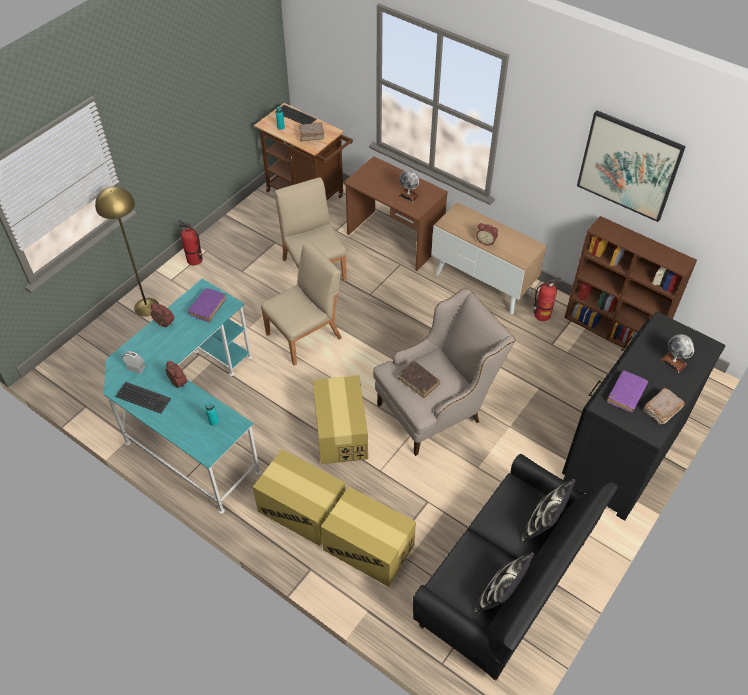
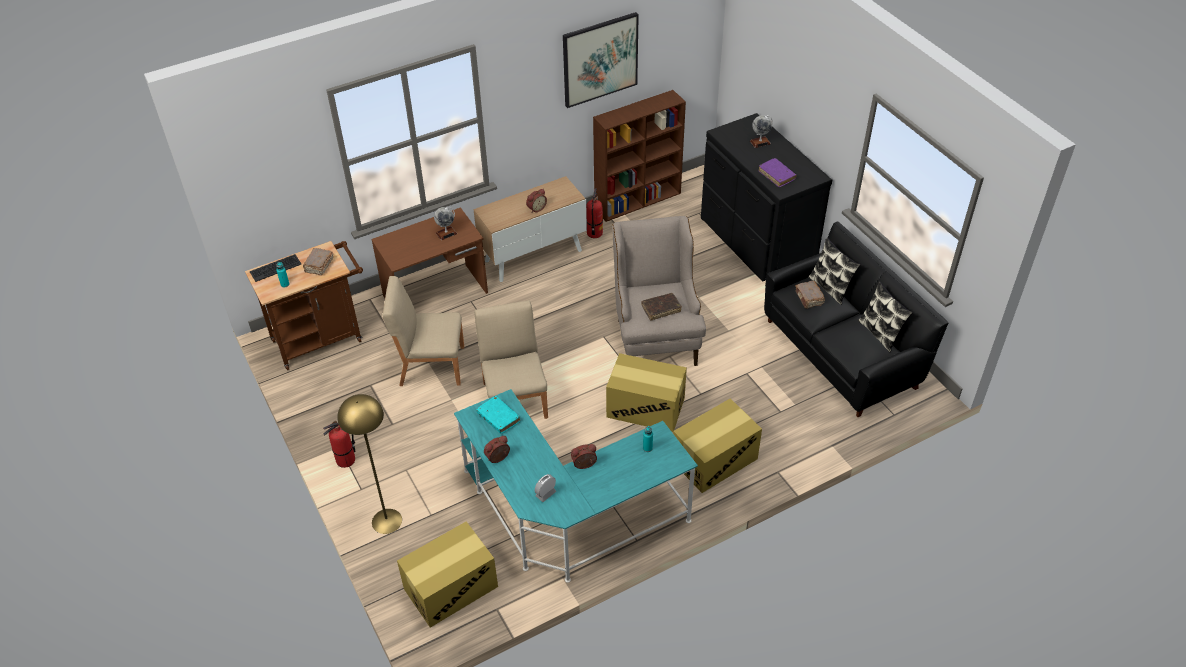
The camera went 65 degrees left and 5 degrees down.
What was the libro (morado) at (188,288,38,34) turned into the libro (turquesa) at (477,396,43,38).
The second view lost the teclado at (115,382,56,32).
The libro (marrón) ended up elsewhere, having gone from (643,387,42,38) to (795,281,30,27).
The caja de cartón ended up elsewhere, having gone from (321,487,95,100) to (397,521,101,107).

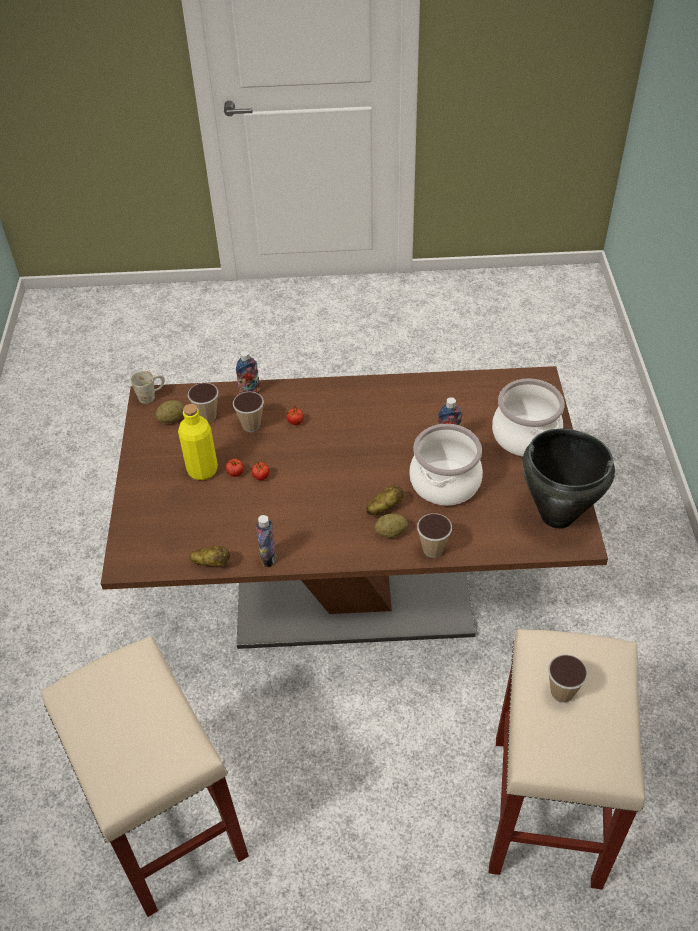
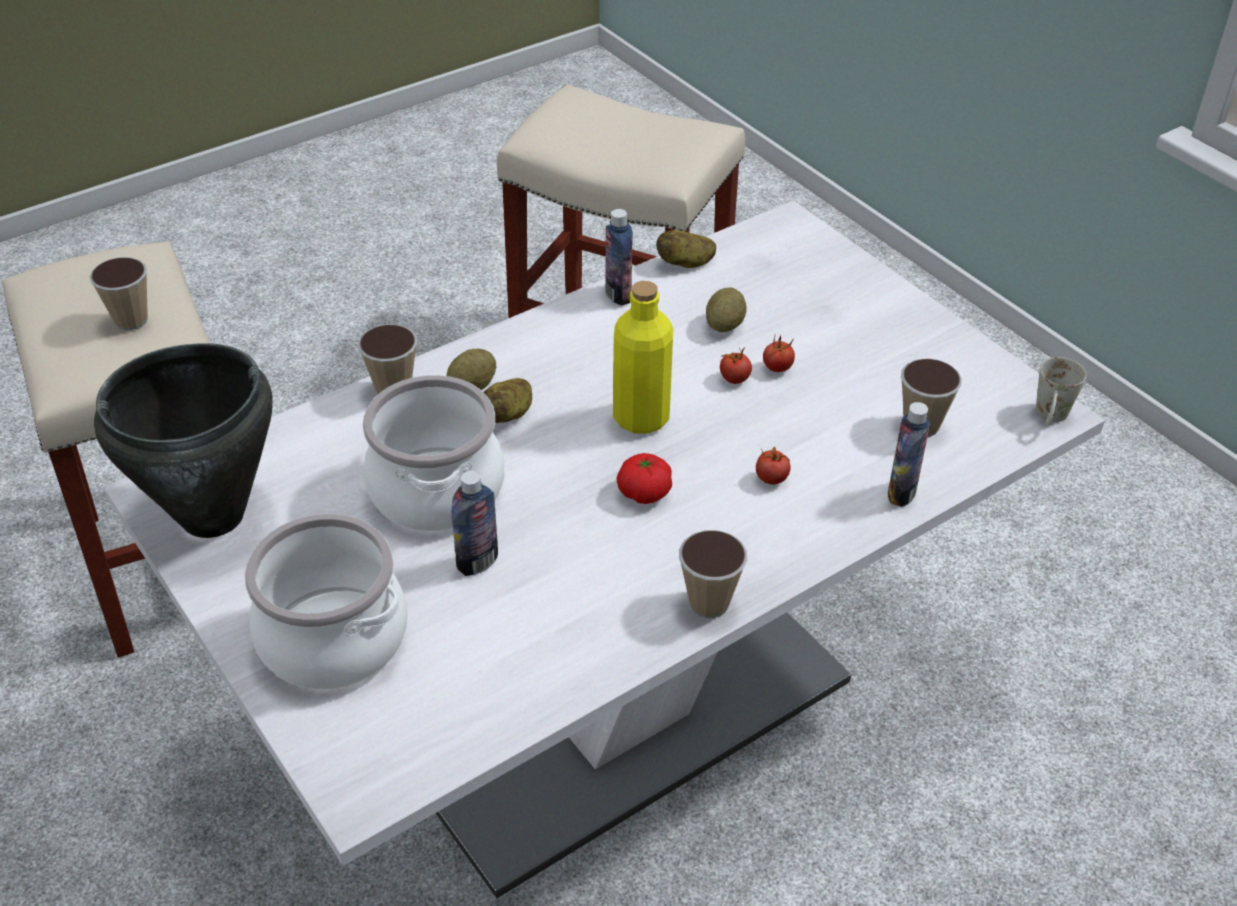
The camera went 145 degrees right and 5 degrees down.
What was the mesa de comedor (marrón) at (101,366,507,283) turned into the mesa de comedor (blanco) at (103,200,1002,698).
The taza ended up elsewhere, having gone from (233,392,31,40) to (679,530,68,88).
The patata ended up elsewhere, having gone from (156,400,28,23) to (706,287,41,45).
The botella (amarillo) ended up elsewhere, having gone from (178,404,40,76) to (613,281,60,153).
The second view gained the tomate at (617,453,55,51).

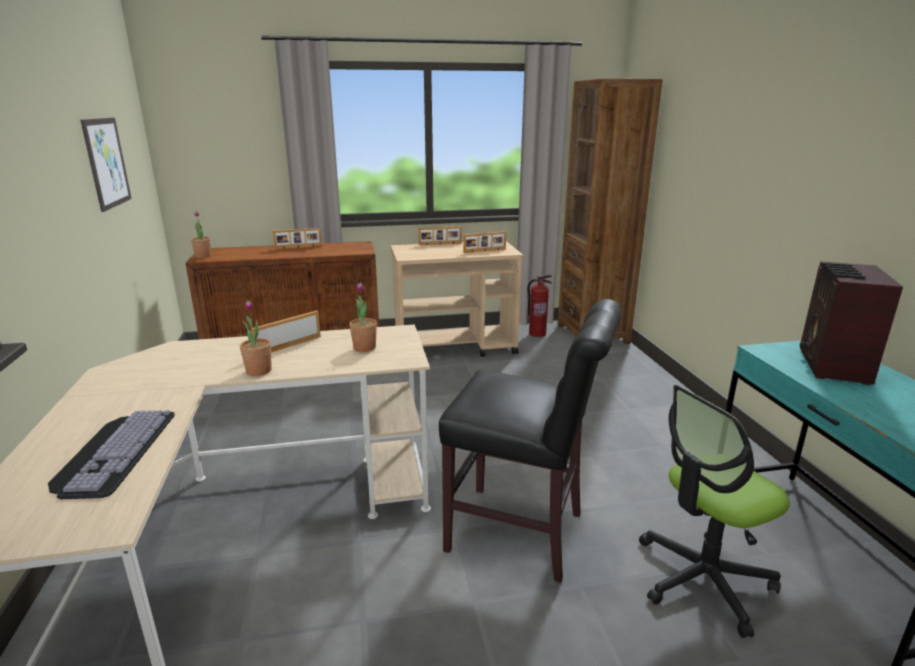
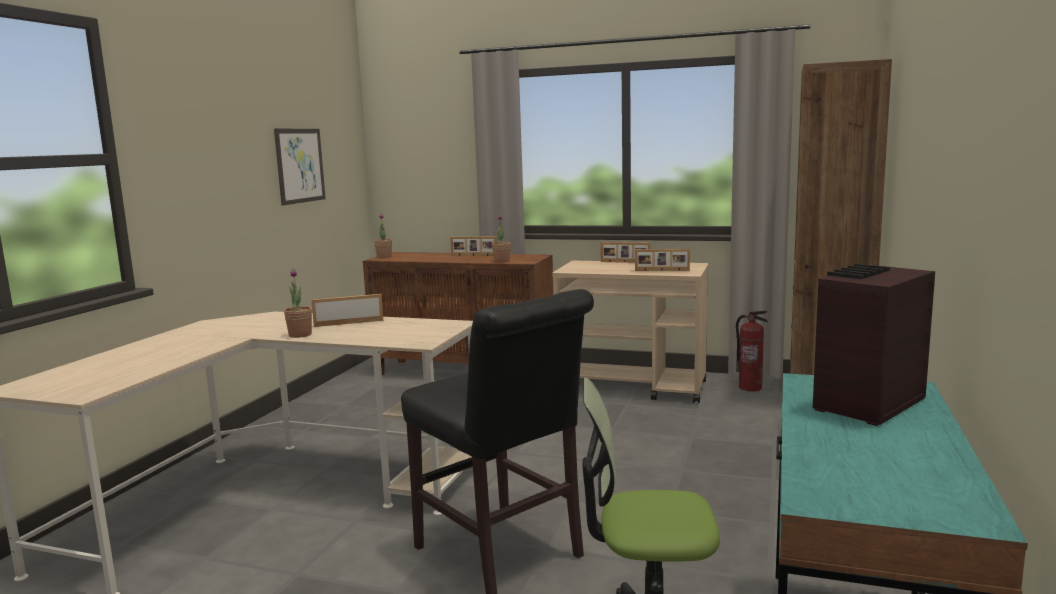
The camera went 30 degrees right and 10 degrees down.
The planta en maceta ended up elsewhere, having gone from (349,282,28,70) to (492,214,19,49).
The second view lost the teclado at (48,410,126,89).

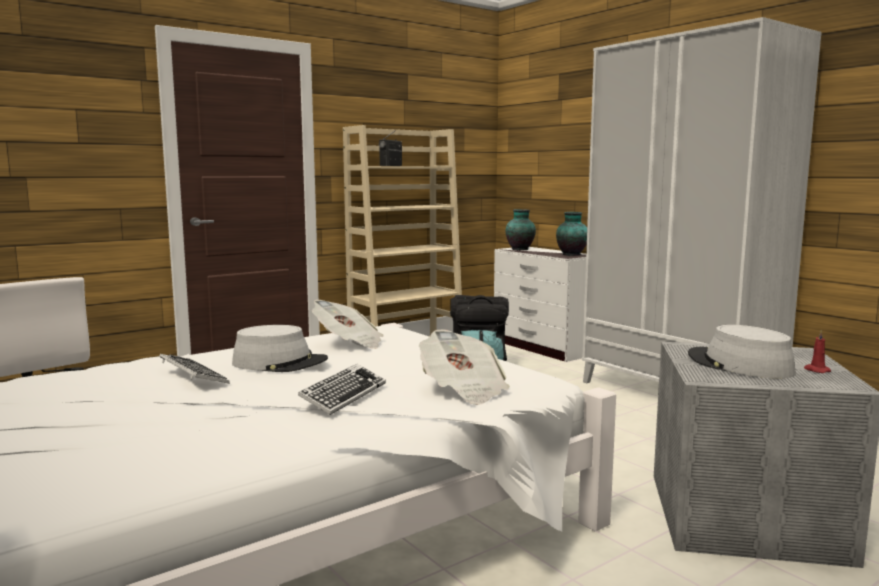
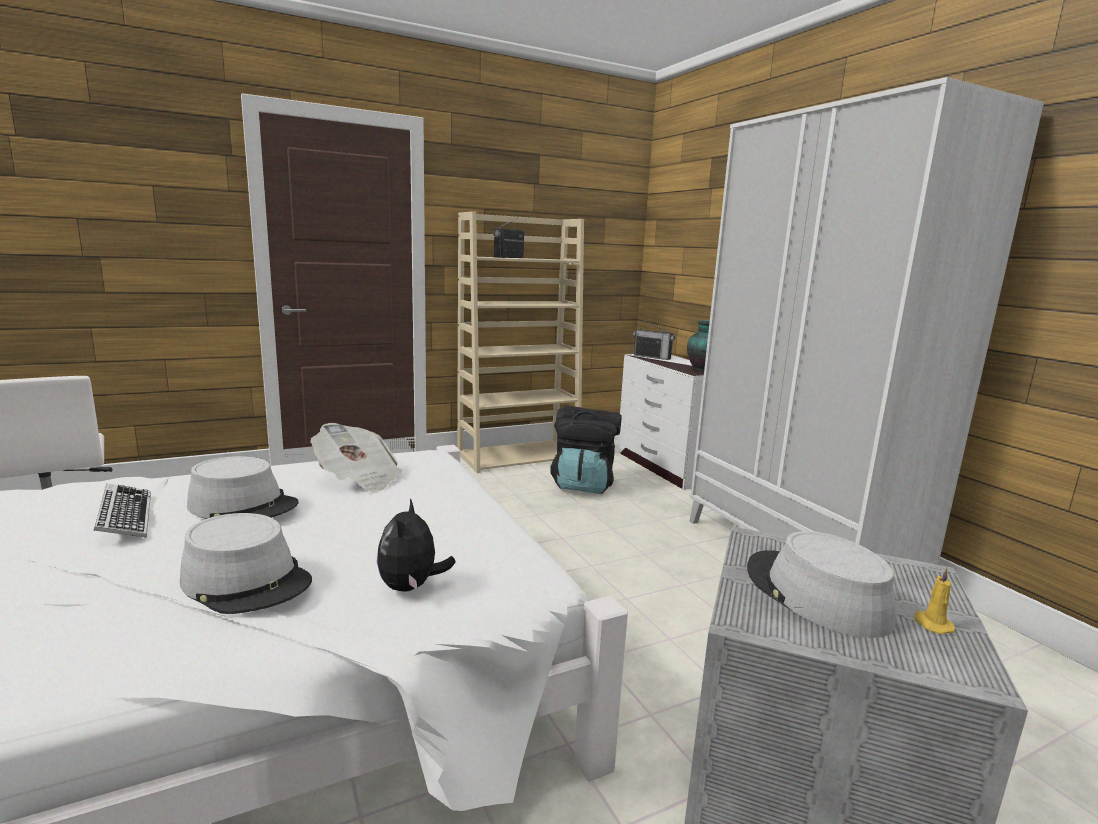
The camera went 10 degrees right and 5 degrees up.
Where the florero stood at (506,209,30,41), the radio came to stand at (633,319,42,41).
Where the periódico stood at (419,329,91,76), the peluche came to stand at (377,498,79,94).
What was the vela (rojo) at (804,330,27,43) turned into the vela (amarillo) at (914,568,41,66).
Where the teclado stood at (298,364,88,51), the sombrero (gris) came to stand at (180,513,132,101).

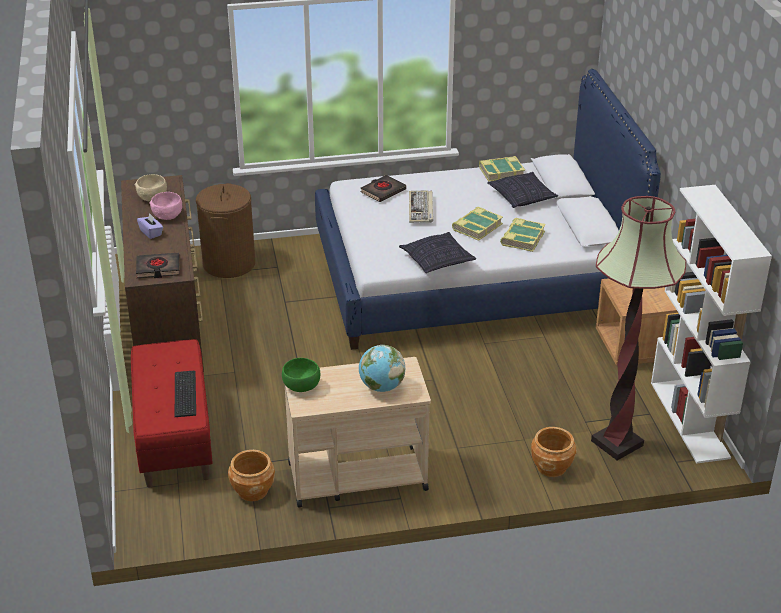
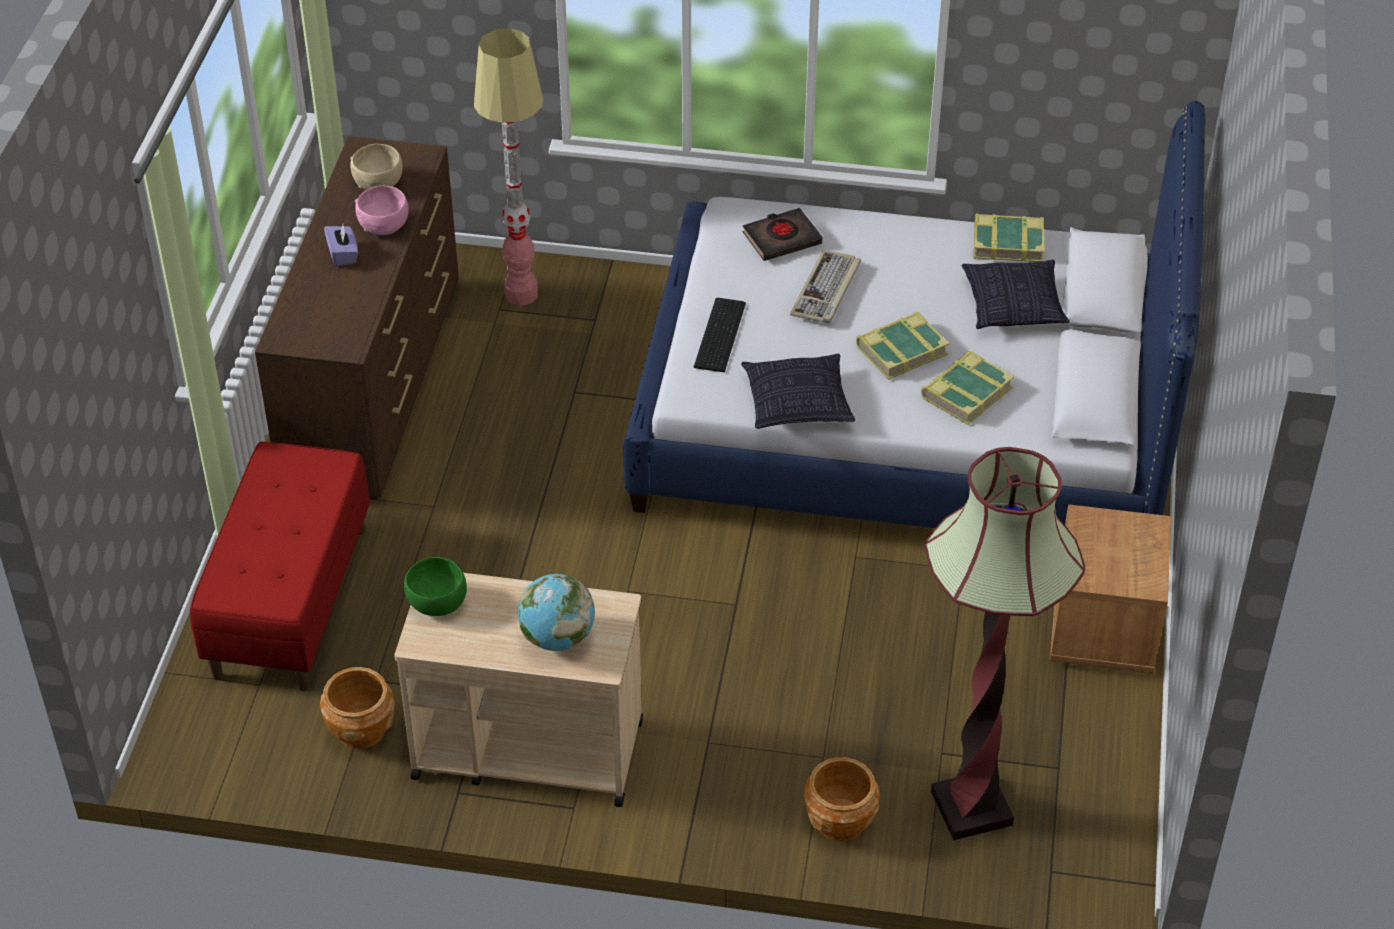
The camera went 20 degrees right and 10 degrees up.
Where the cesto de la ropa (marrón) stood at (196,183,59,95), the lámpara de pie came to stand at (474,28,69,278).
The second view lost the estantería (blanco) at (651,185,121,279).
The second view lost the libro (negro) at (136,253,44,25).
The teclado ended up elsewhere, having gone from (175,371,21,46) to (694,298,52,75).

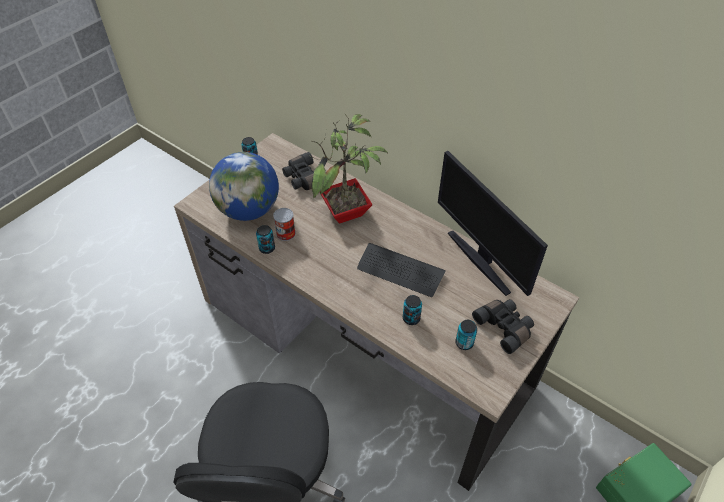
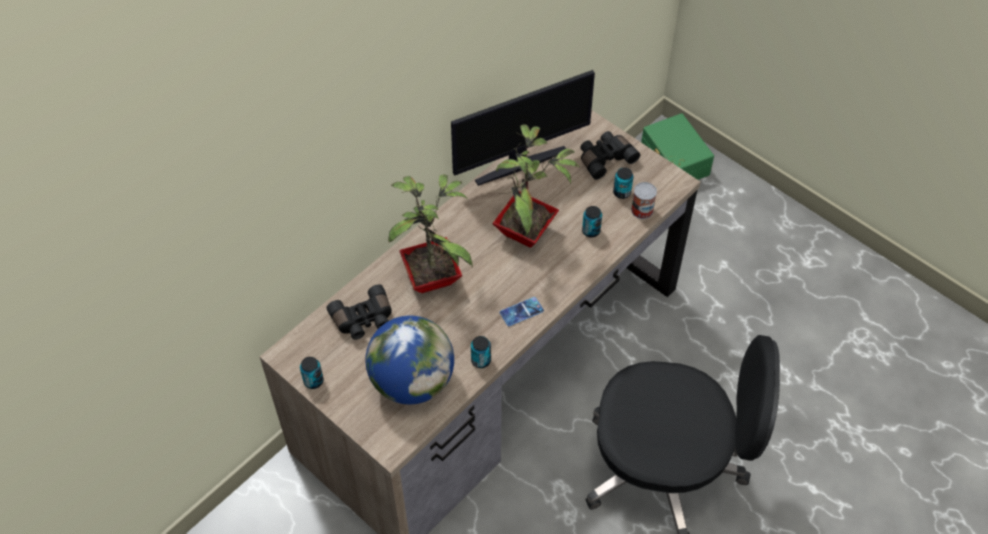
The camera went 85 degrees left and 5 degrees up.
The lata ended up elsewhere, having gone from (273,208,23,33) to (631,182,26,37).
Where the teclado stood at (357,243,89,54), the planta en maceta came to stand at (492,124,88,124).
The second view gained the móvil at (500,297,44,29).

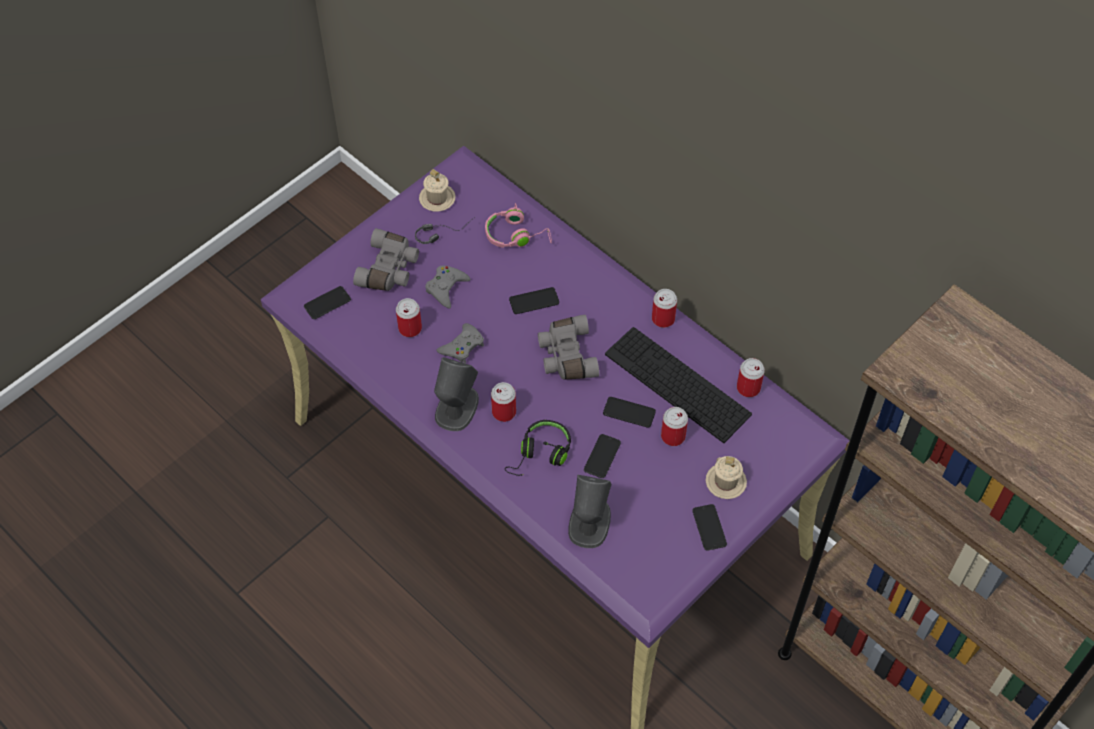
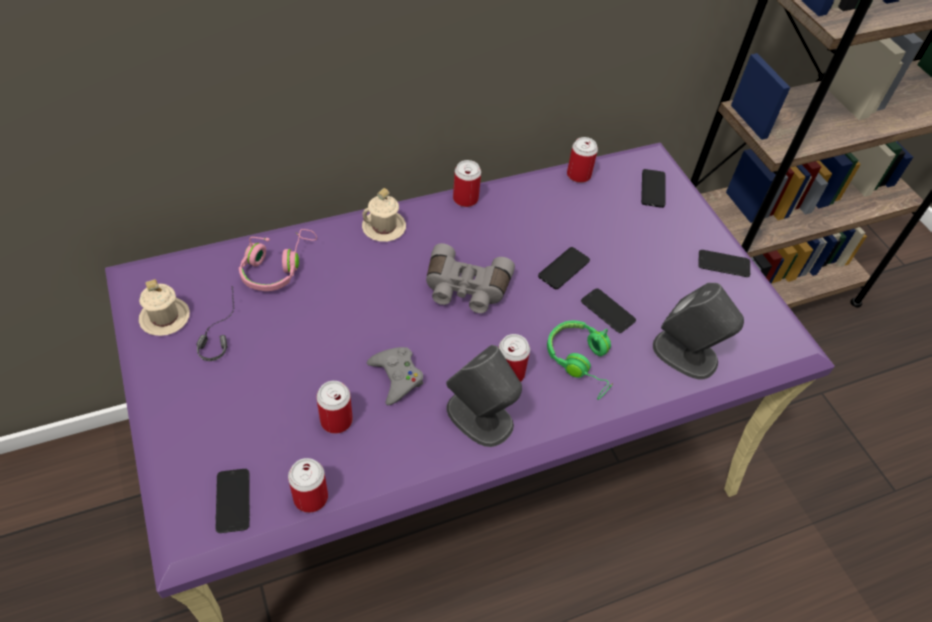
The camera went 70 degrees left and 5 degrees down.
The second view lost the prismáticos (gris) at (353,228,66,63).
The second view lost the mando de consola (gris) at (425,265,45,44).
The móvil ended up elsewhere, having gone from (509,287,50,27) to (641,169,24,39).
The second view lost the teclado at (605,327,147,116).
The lata ended up elsewhere, having gone from (661,407,27,39) to (288,458,40,55).
What was the auriculares (negro) at (505,420,66,56) turned into the auriculares (verde) at (547,320,66,80).
The taza grande (beis) ended up elsewhere, having gone from (705,456,42,43) to (362,188,44,54).

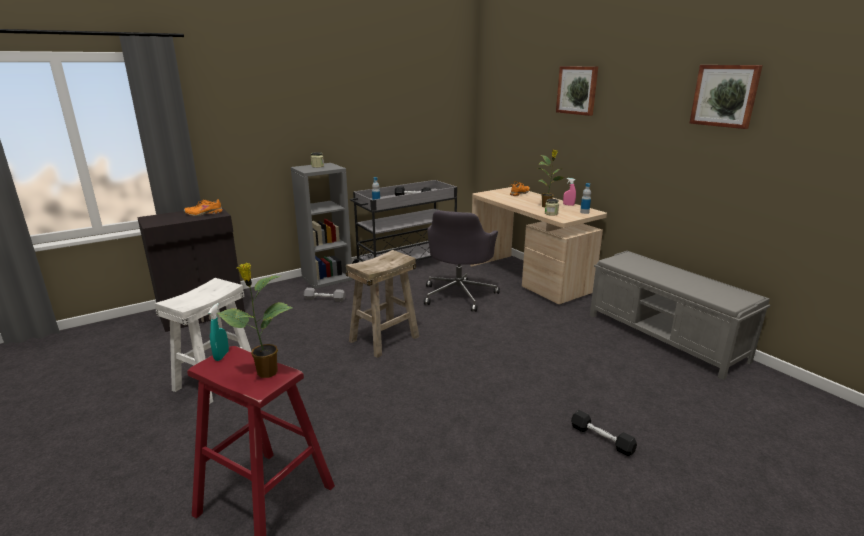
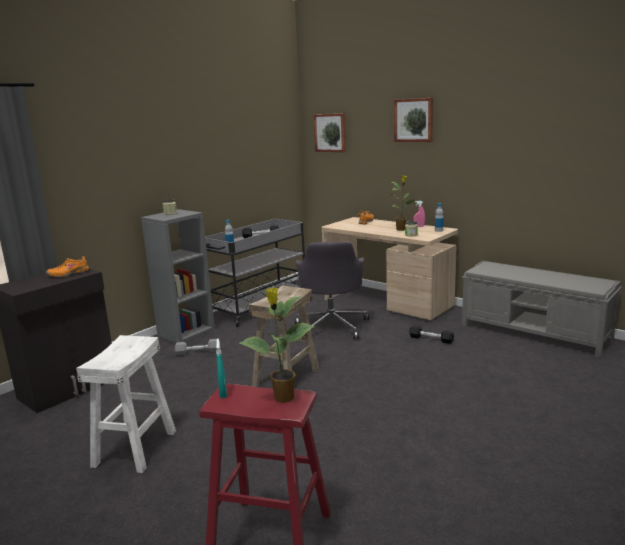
The camera went 15 degrees left and 5 degrees down.
The cuadro ended up elsewhere, having gone from (689,65,74,64) to (314,113,32,39).
The mancuerna (negro) ended up elsewhere, having gone from (571,410,66,46) to (409,325,45,19).

